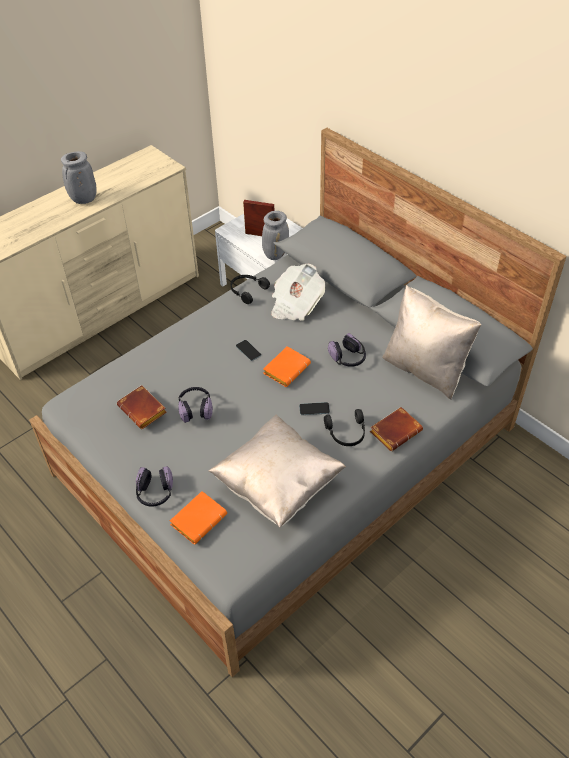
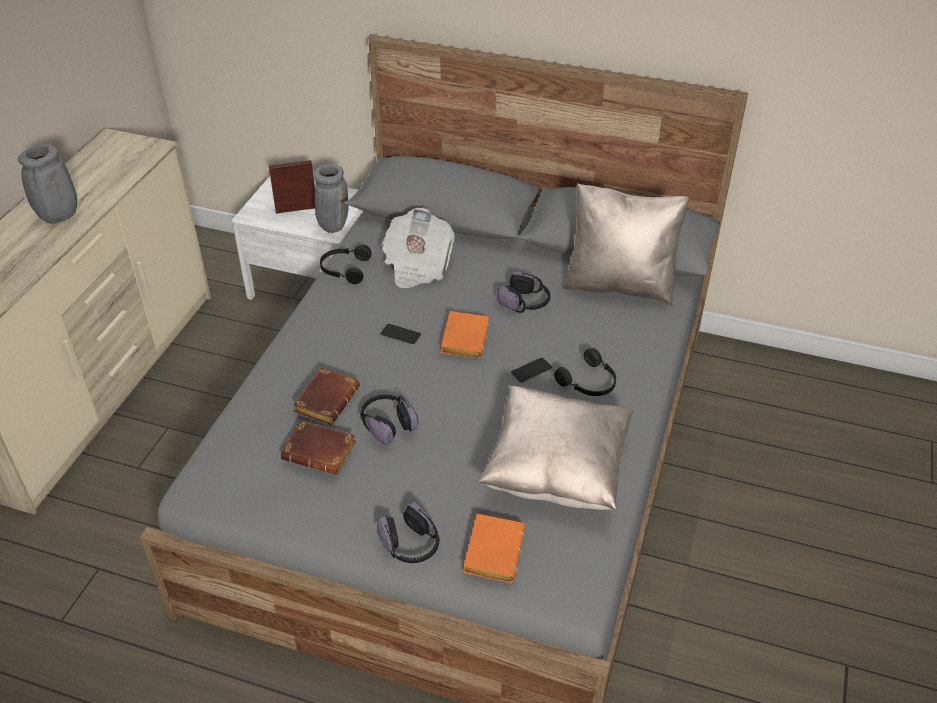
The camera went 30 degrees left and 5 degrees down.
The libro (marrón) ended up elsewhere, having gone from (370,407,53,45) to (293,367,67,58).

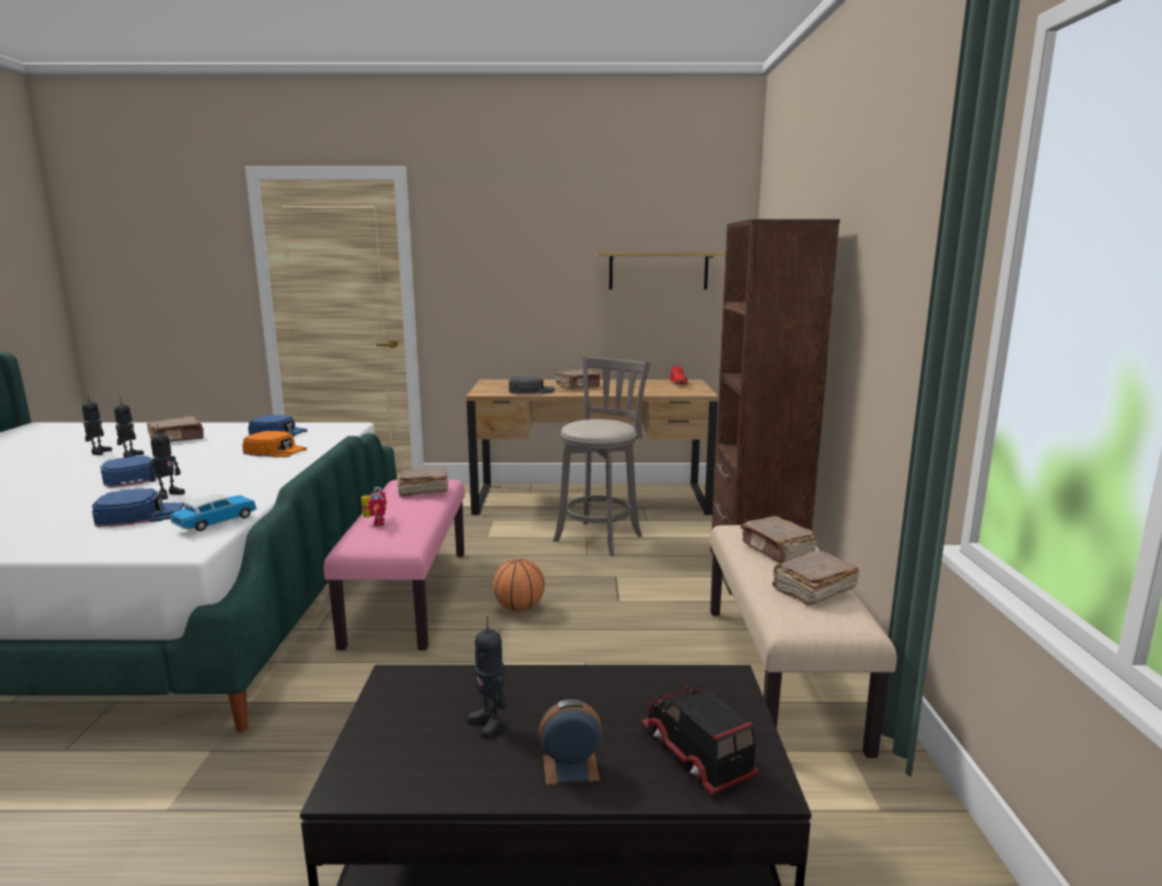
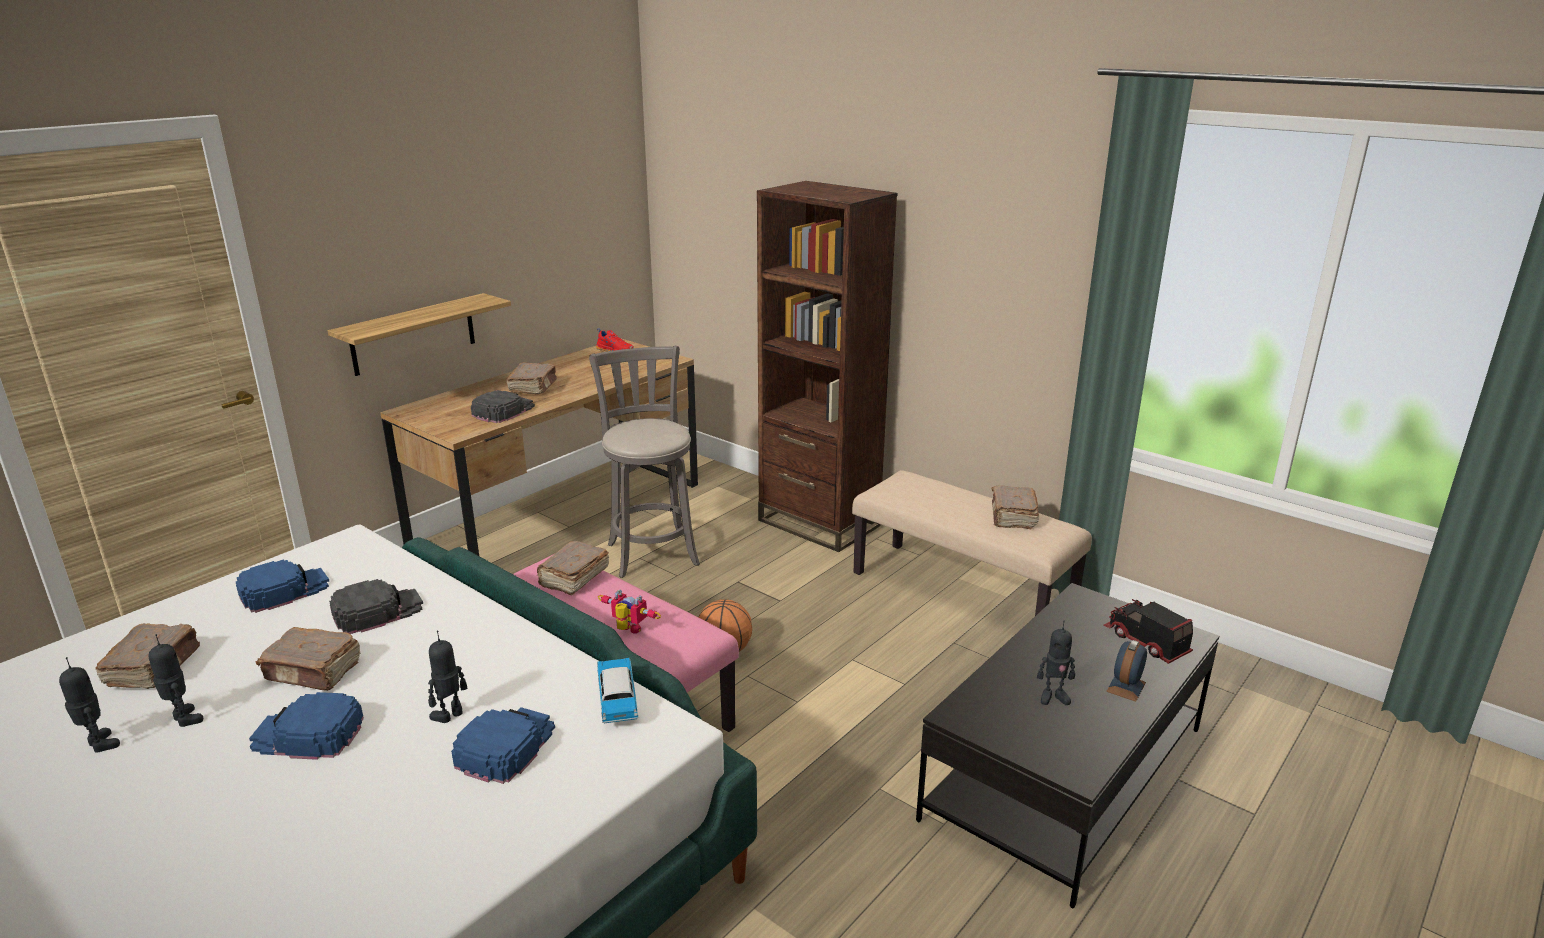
The camera went 50 degrees left and 10 degrees up.
The estante ended up elsewhere, having gone from (596,252,130,38) to (328,293,183,83).
The robot de juguete at (149,424,36,76) ended up facing another way, 120 degrees counterclockwise from before.
What was the gorra (naranja) at (242,431,65,26) turned into the gorra (negro) at (329,579,94,55).
The libro (marrón) ended up elsewhere, having gone from (741,516,76,48) to (256,627,104,64).
The camión de juguete at (641,684,118,111) ended up facing another way, 45 degrees clockwise from before.

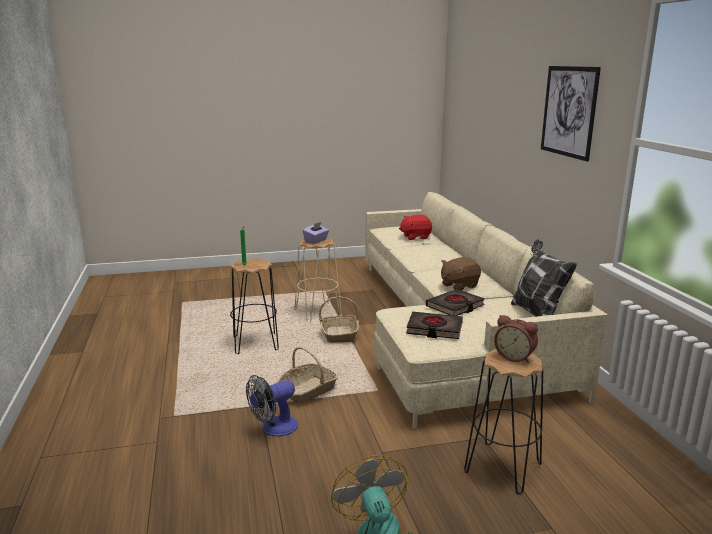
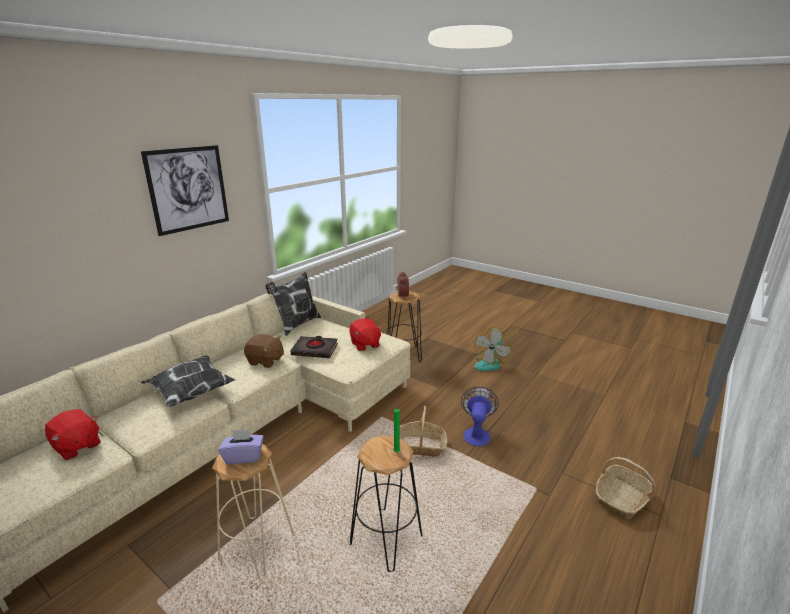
The camera went 130 degrees left and 5 degrees up.
The cesta ended up elsewhere, having gone from (319,297,40,46) to (596,457,60,62).
Where the libro (negro) stood at (406,312,57,27), the peluche (rojo) came to stand at (349,319,33,32).
The ventilador at (246,375,52,61) ended up facing another way, 90 degrees counterclockwise from before.
The second view gained the cojín at (141,355,95,52).

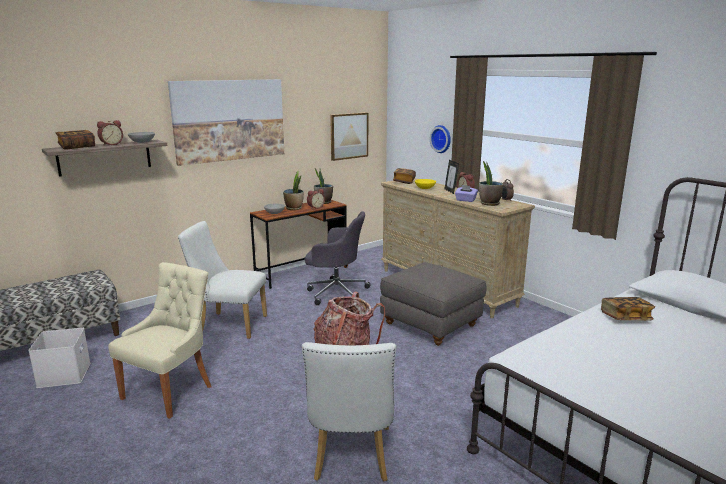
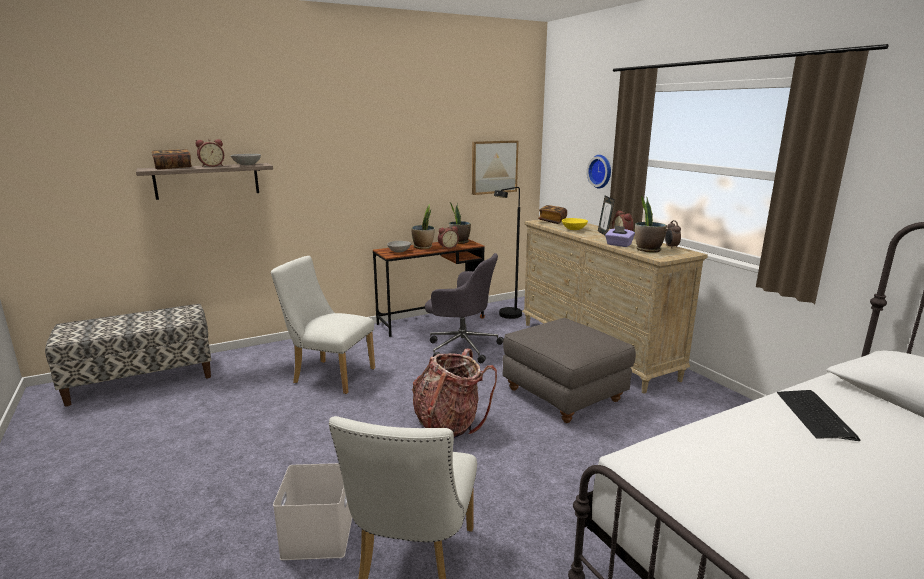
The camera went 10 degrees right and 0 degrees up.
The second view lost the cuadro at (168,79,116,87).
The second view lost the silla (beis) at (108,262,103,157).
Where the libro stood at (601,297,54,24), the teclado came to stand at (777,390,83,51).
The caja de almacenaje (blanco) ended up elsewhere, having gone from (28,328,63,60) to (273,463,79,97).
The second view gained the lámpara de pie (negro) at (494,187,28,132).

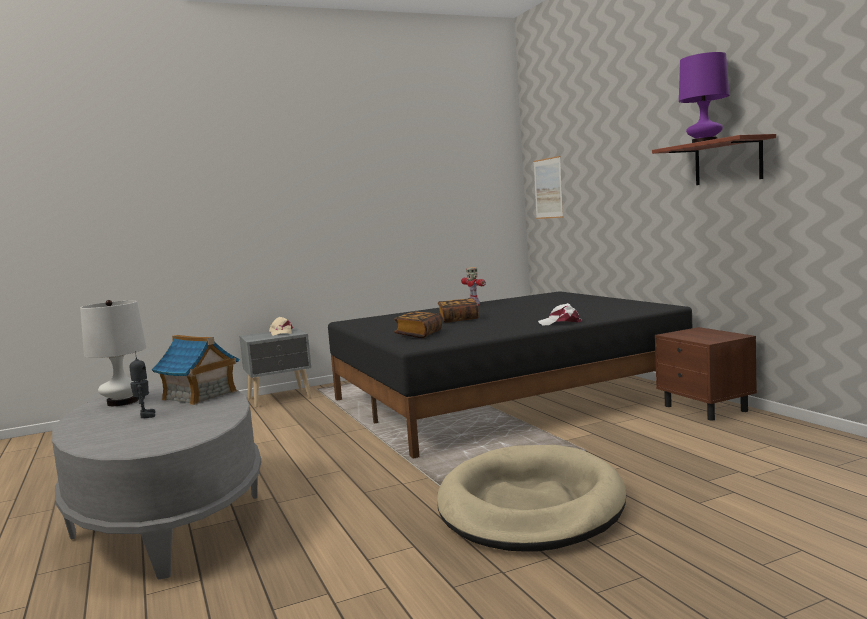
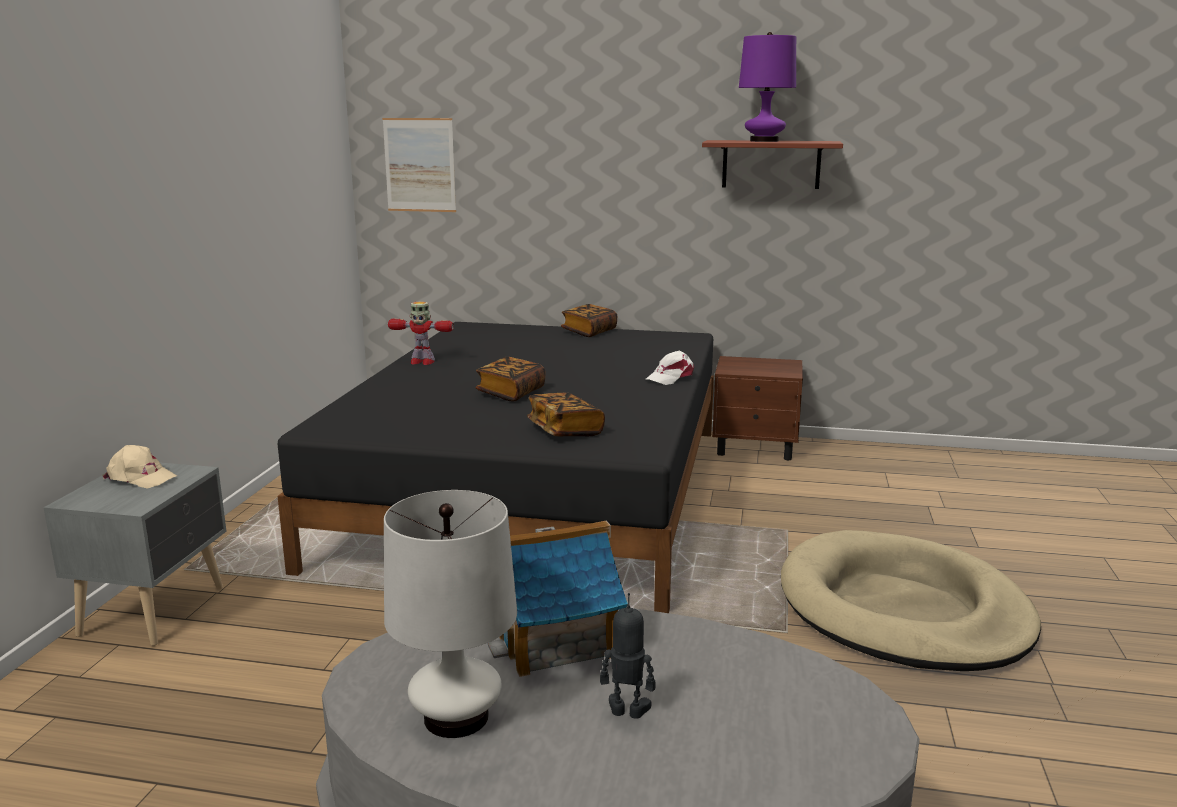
The camera went 55 degrees left and 10 degrees up.
The second view gained the libro at (561,304,56,33).

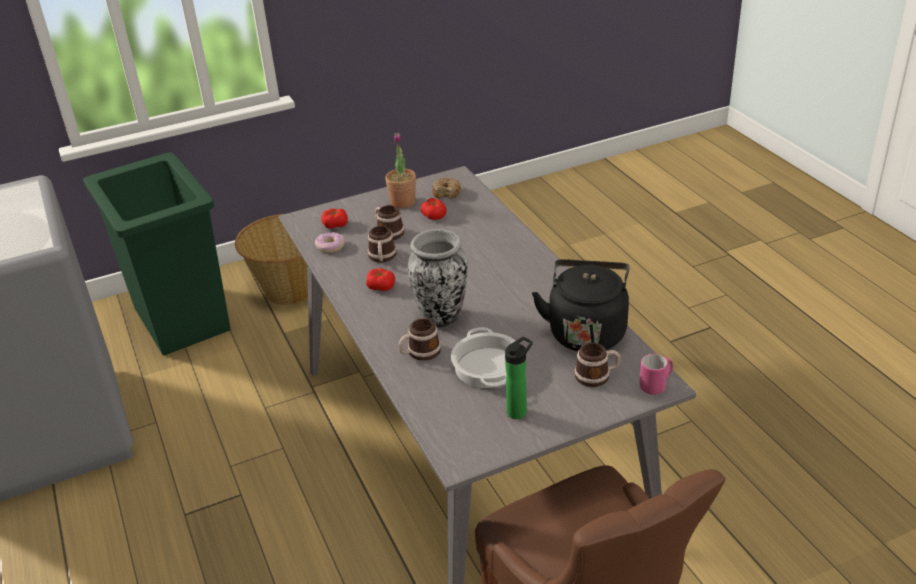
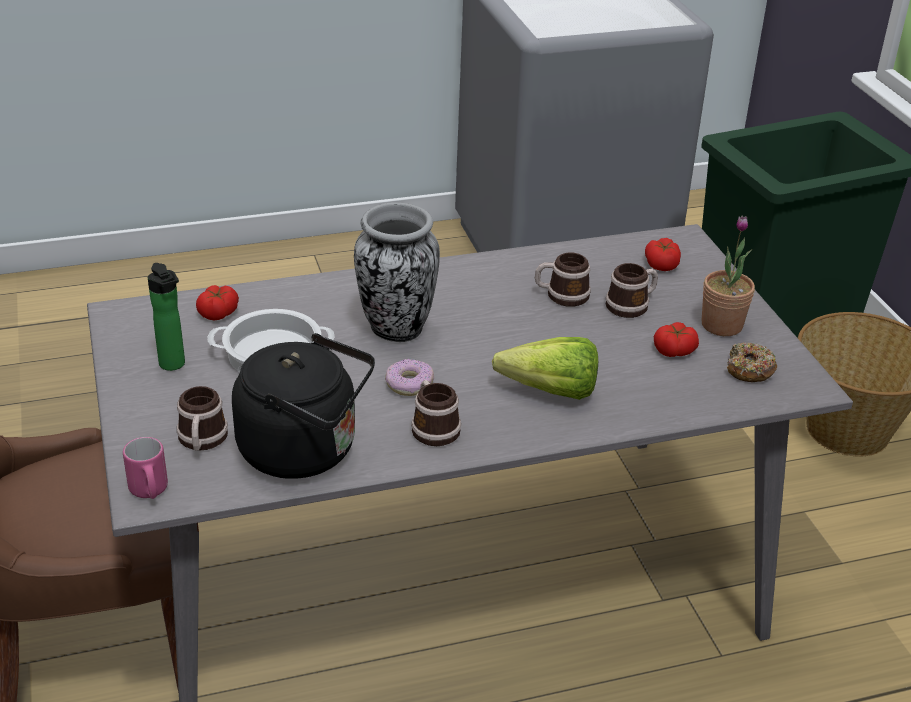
The camera went 95 degrees right and 0 degrees up.
The rosquilla ended up elsewhere, having gone from (315,232,30,21) to (385,359,49,37).
The tomate ended up elsewhere, having gone from (366,268,29,23) to (196,285,43,35).
The taza grande ended up elsewhere, having gone from (399,318,42,43) to (411,380,50,66).
The second view gained the lechuga at (492,337,106,63).

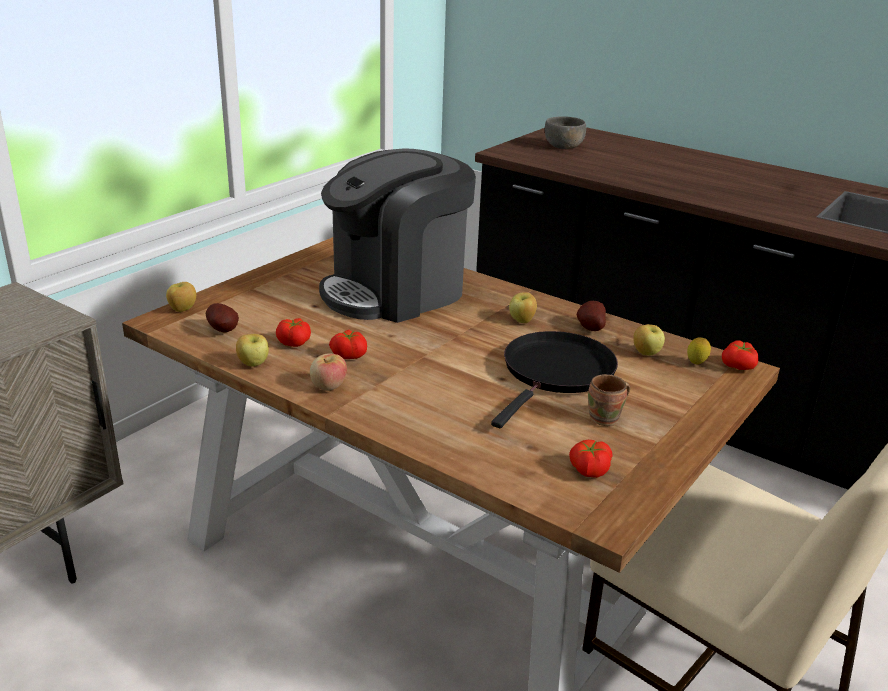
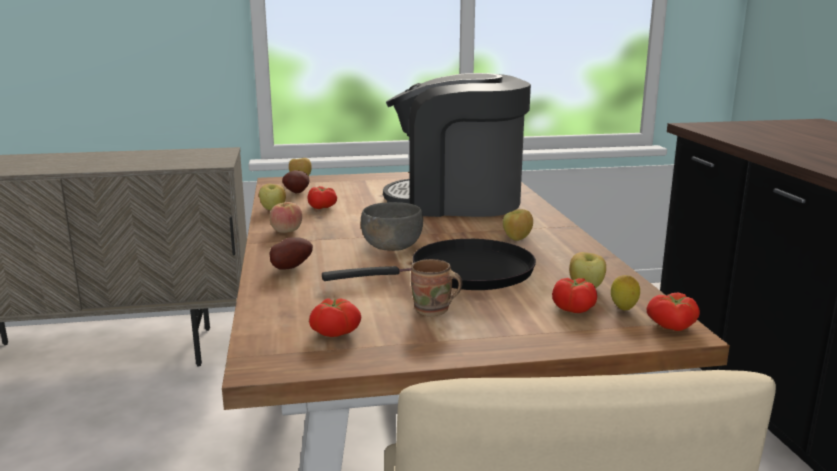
The camera went 45 degrees right and 10 degrees down.
The cuenco (gris) ended up elsewhere, having gone from (545,116,41,33) to (361,202,62,49).
The patata ended up elsewhere, having gone from (576,301,30,30) to (269,237,44,33).
The tomate ended up elsewhere, having gone from (329,330,38,29) to (552,278,45,35).

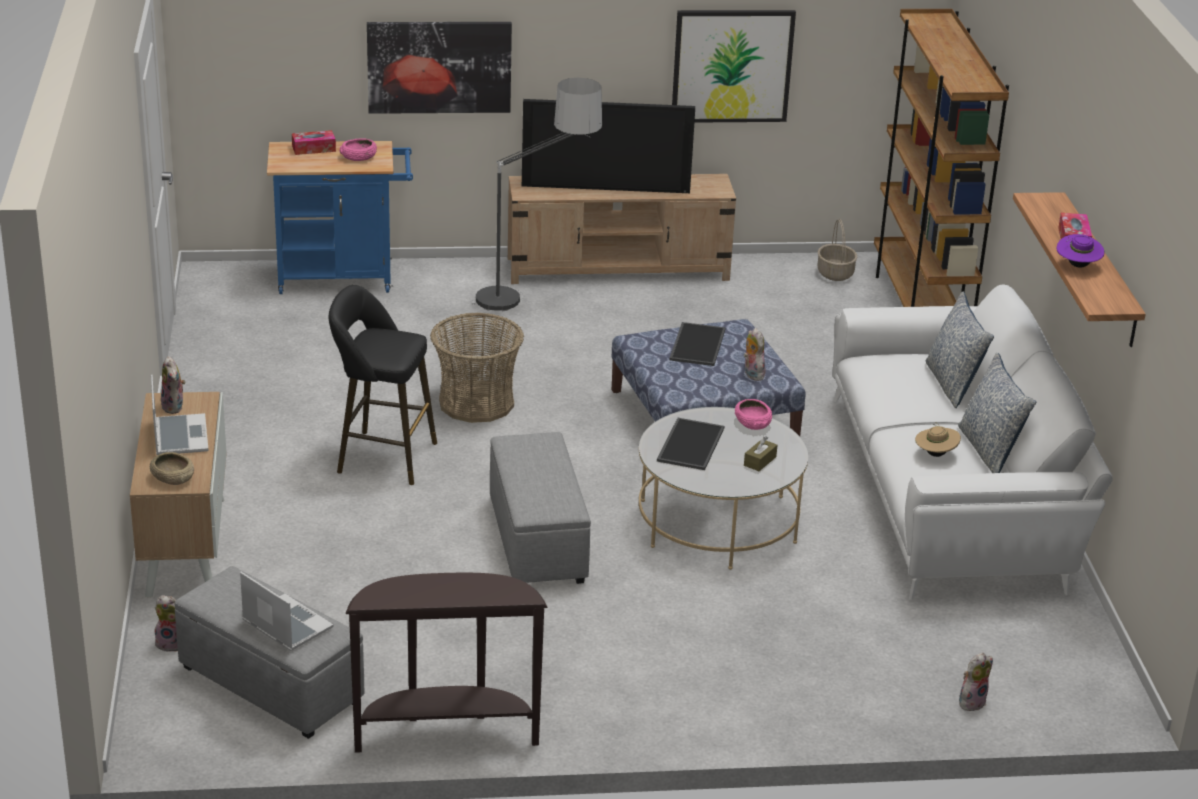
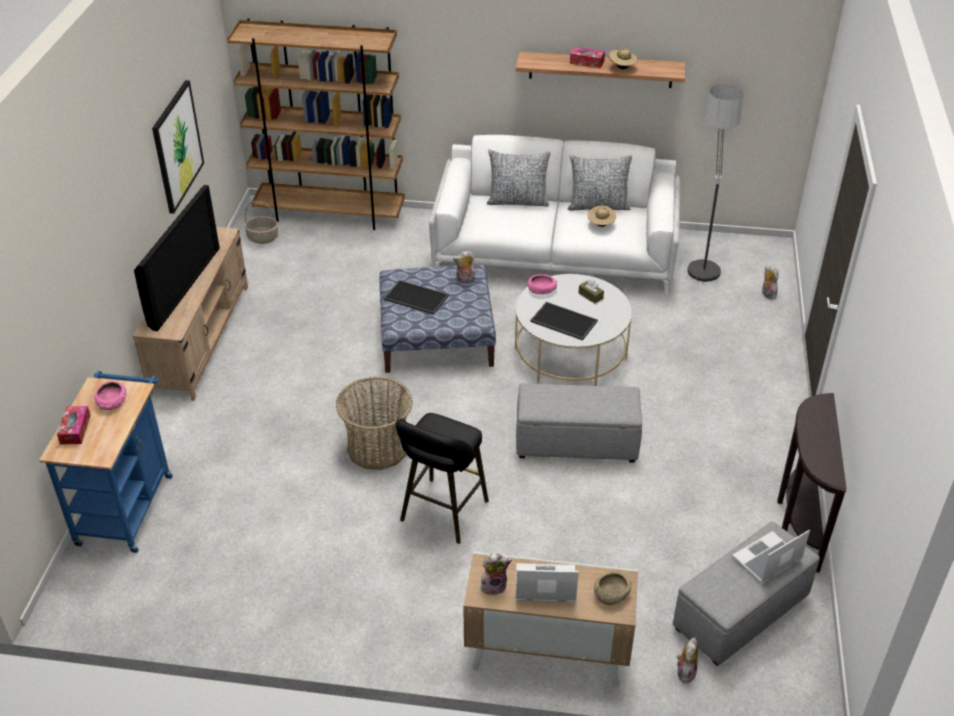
The camera went 75 degrees left and 10 degrees up.
The second view lost the cuadro at (367,22,145,92).
The lámpara de pie ended up elsewhere, having gone from (472,78,130,233) to (681,85,62,200).
What was the sombrero (morado) at (1057,234,47,34) turned into the sombrero (beis) at (609,48,29,21).

